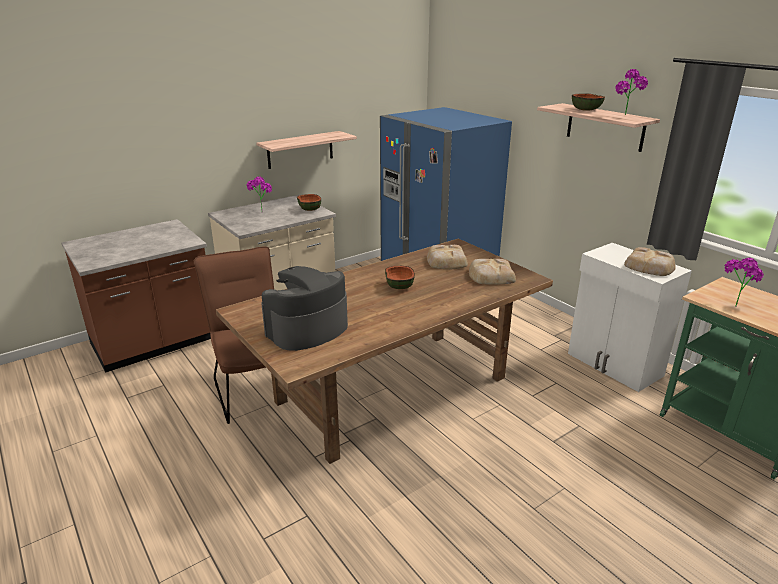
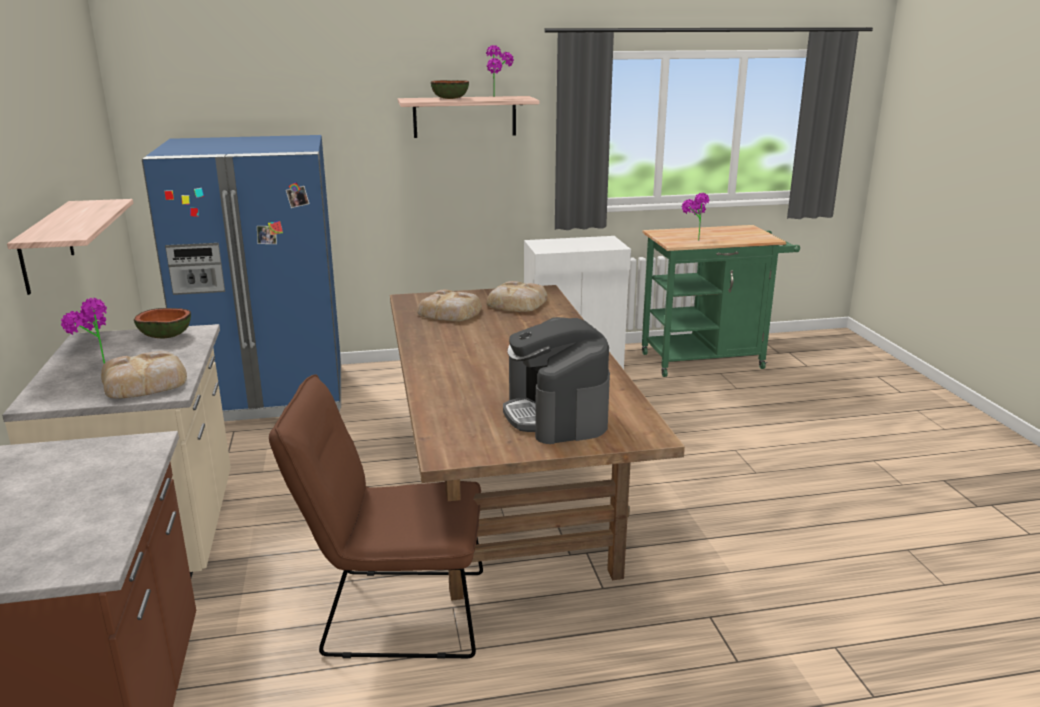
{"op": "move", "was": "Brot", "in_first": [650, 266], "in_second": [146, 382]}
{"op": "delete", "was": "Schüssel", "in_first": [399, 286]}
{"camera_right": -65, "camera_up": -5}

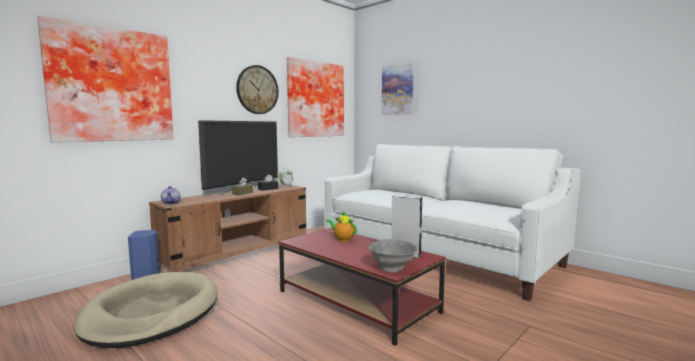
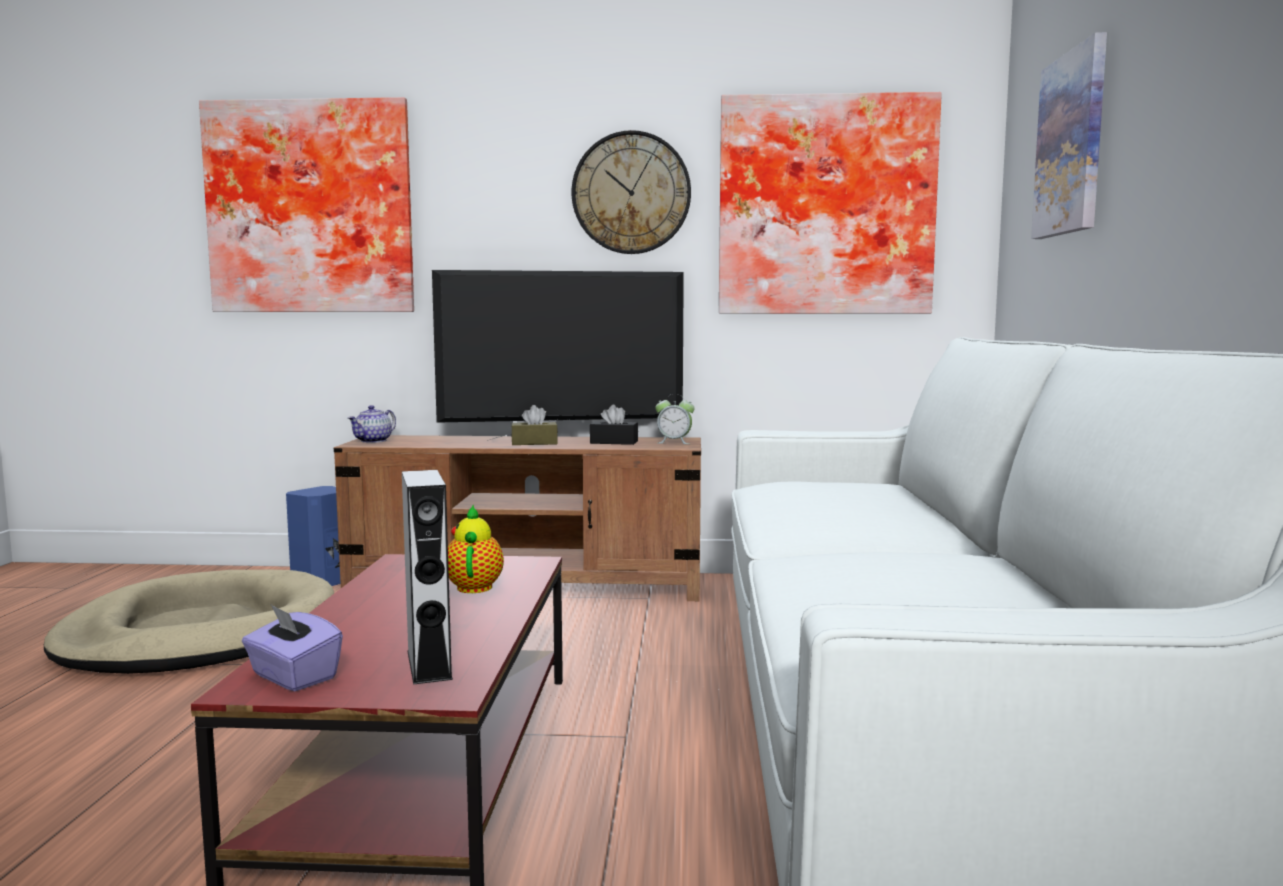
{"op": "replace", "was": "Schüssel (grau)", "now": "Taschentuchbox (lila)", "in_first": [392, 267], "in_second": [293, 677]}
{"camera_right": 50, "camera_up": 0}

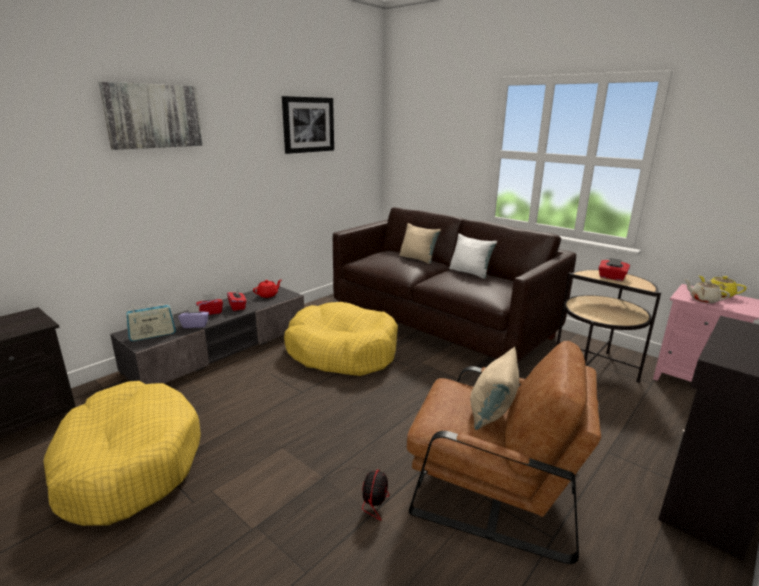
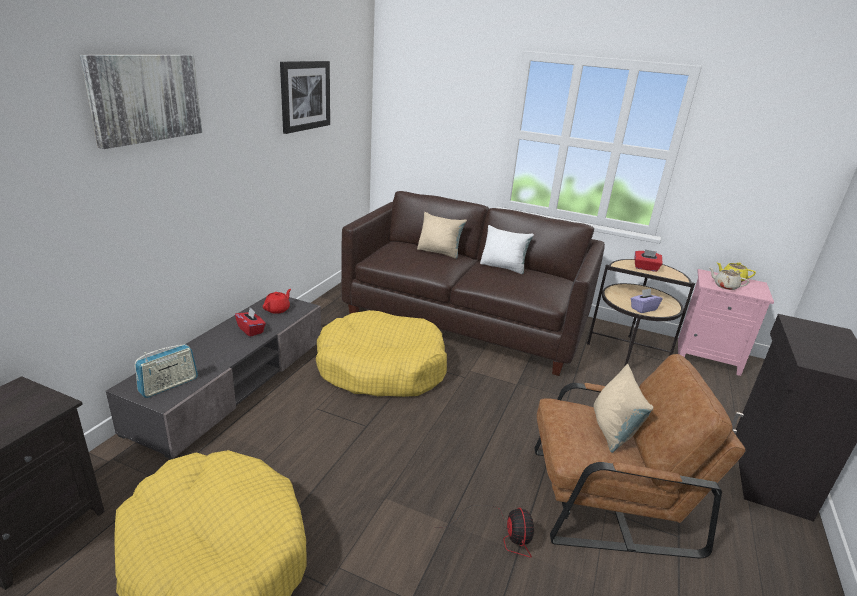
{"op": "delete", "was": "Taschentuchbox (rot)", "in_first": [210, 312]}
{"op": "move", "was": "Taschentuchbox (lila)", "in_first": [195, 325], "in_second": [643, 309]}
{"camera_right": -20, "camera_up": 5}

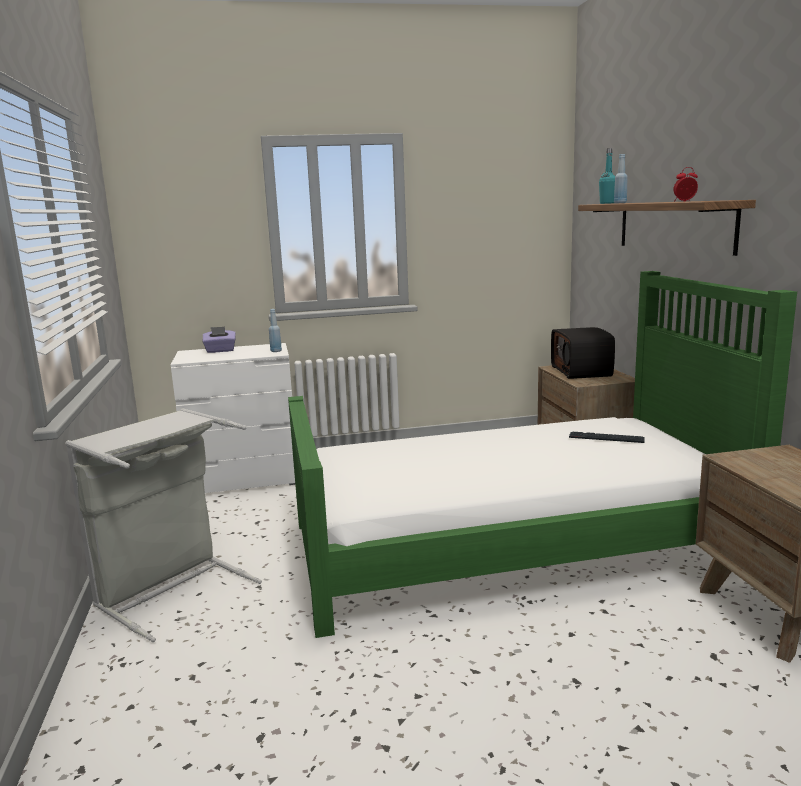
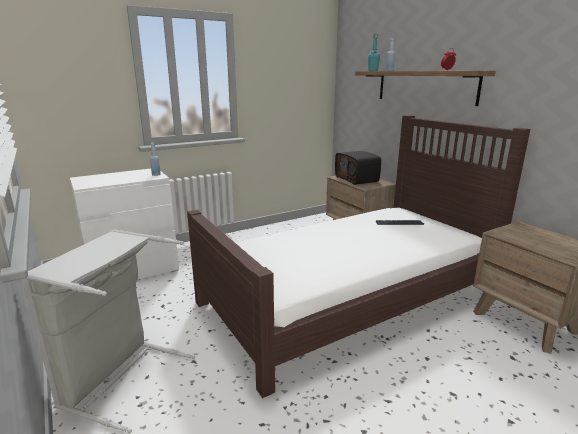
{"op": "recolor", "was": "Bett (grün)", "now": "Bett (braun)", "in_first": [513, 543], "in_second": [350, 297]}
{"op": "delete", "was": "Taschentuchbox (lila)", "in_first": [220, 351]}
{"camera_right": -20, "camera_up": 5}

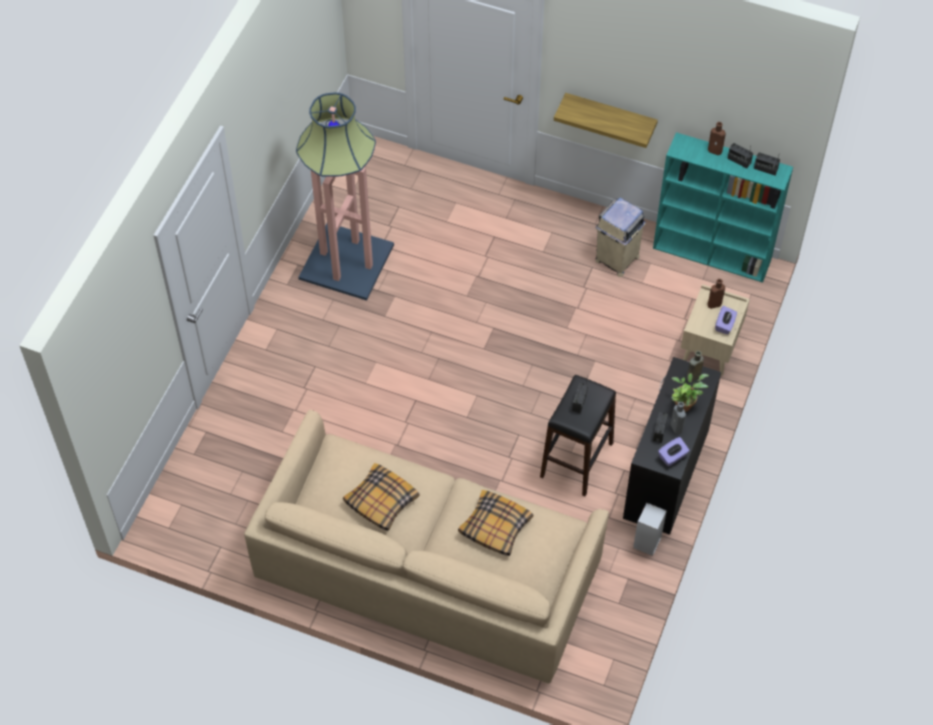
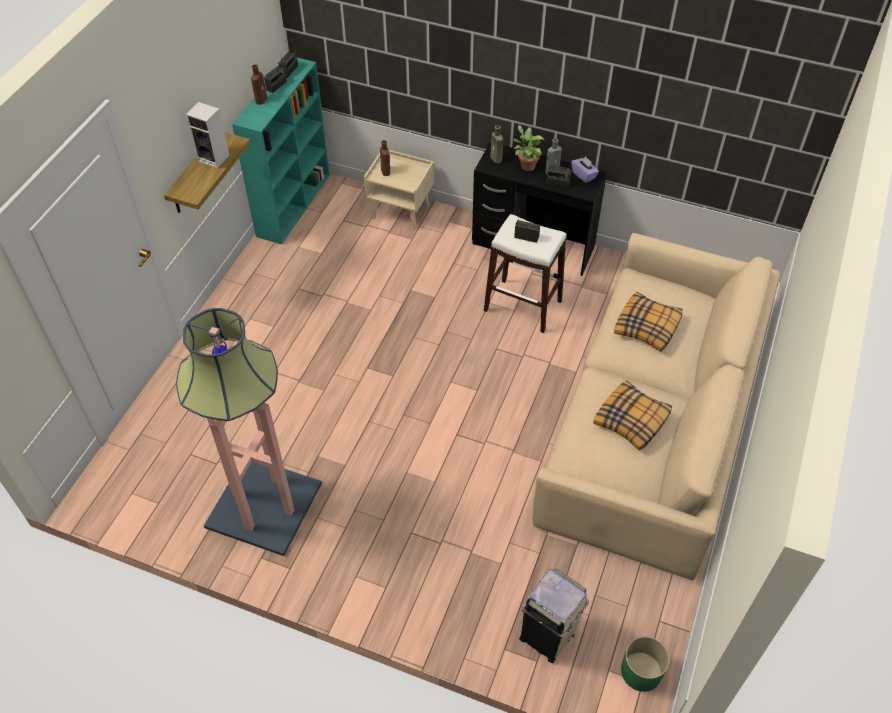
{"op": "move", "was": "Mülleimer (beige)", "in_first": [616, 259], "in_second": [548, 636]}
{"op": "delete", "was": "Taschentuchbox (lila)", "in_first": [725, 325]}
{"op": "recolor", "was": "Hocker (schwarz)", "now": "Hocker (weiß)", "in_first": [576, 459], "in_second": [522, 306]}
{"op": "move", "was": "Lautsprecher", "in_first": [647, 544], "in_second": [215, 158]}
{"op": "insert", "now": "Pflanzkübel (grün)", "in_second": [641, 671]}
{"camera_right": -90, "camera_up": -5}

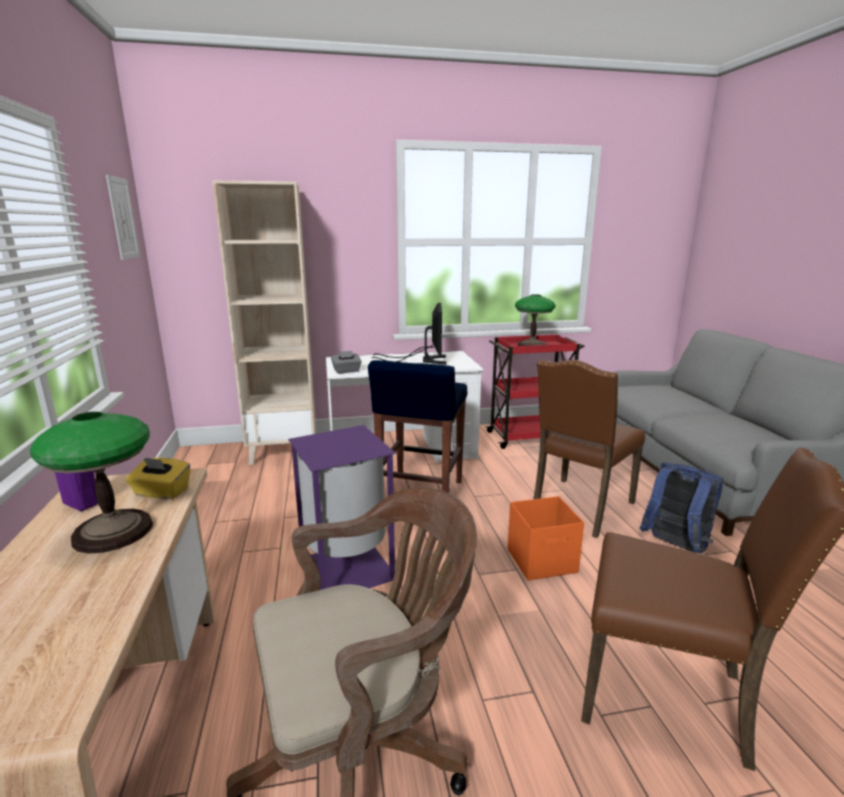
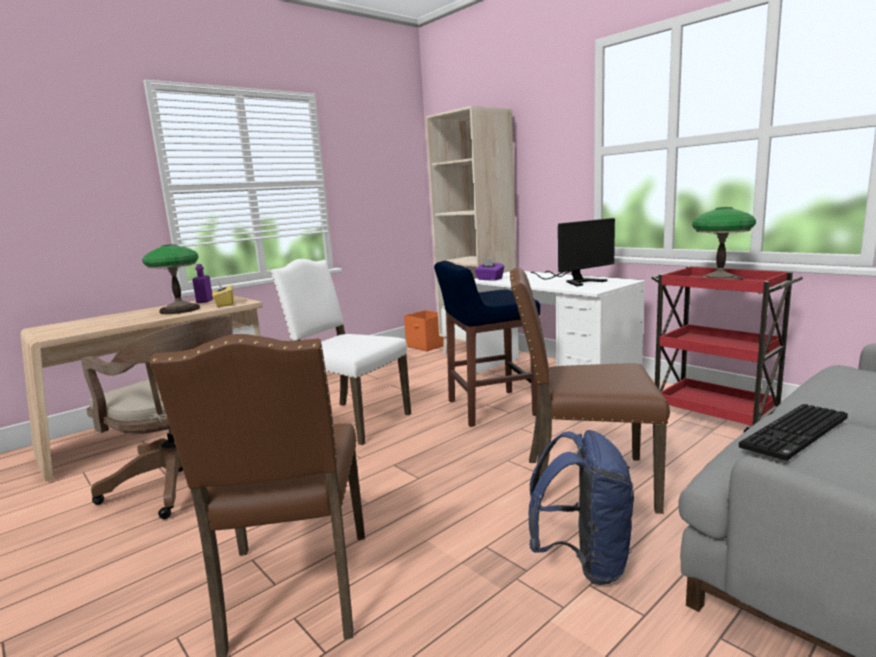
{"op": "delete", "was": "Bild", "in_first": [123, 218]}
{"op": "recolor", "was": "Taschentuchbox (grau)", "now": "Taschentuchbox (lila)", "in_first": [347, 371], "in_second": [489, 279]}
{"op": "replace", "was": "Mülleimer (lila)", "now": "Stuhl (weiß)", "in_first": [345, 568], "in_second": [351, 420]}
{"op": "move", "was": "Aufbewahrungsbox (orange)", "in_first": [542, 561], "in_second": [427, 346]}
{"op": "insert", "now": "Tastatur", "in_second": [796, 434]}
{"camera_right": 60, "camera_up": -5}

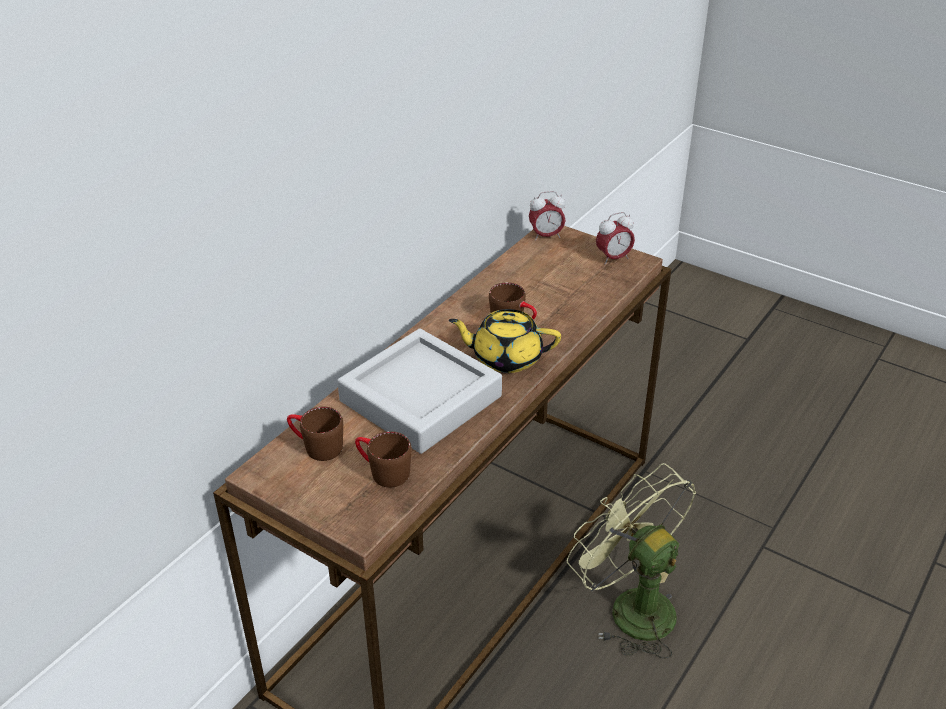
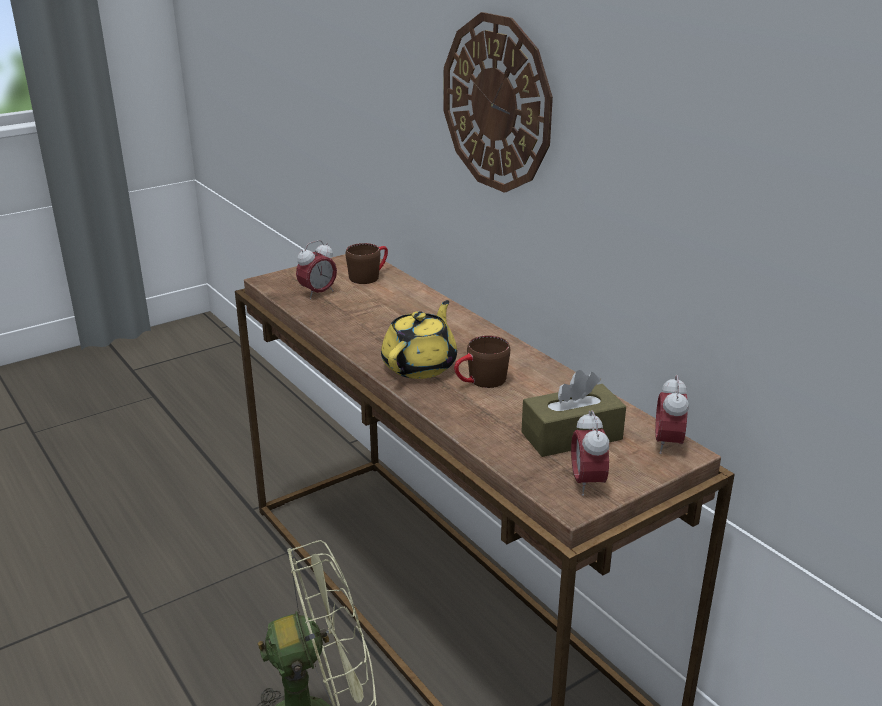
{"op": "delete", "was": "Tablett (grau)", "in_first": [420, 399]}
{"op": "replace", "was": "Henkelbecher (braun)", "now": "Wecker", "in_first": [382, 471], "in_second": [318, 293]}
{"op": "insert", "now": "Wanduhr", "in_second": [497, 104]}
{"op": "insert", "now": "Taschentuchbox (braun)", "in_second": [571, 436]}
{"camera_right": 110, "camera_up": -10}

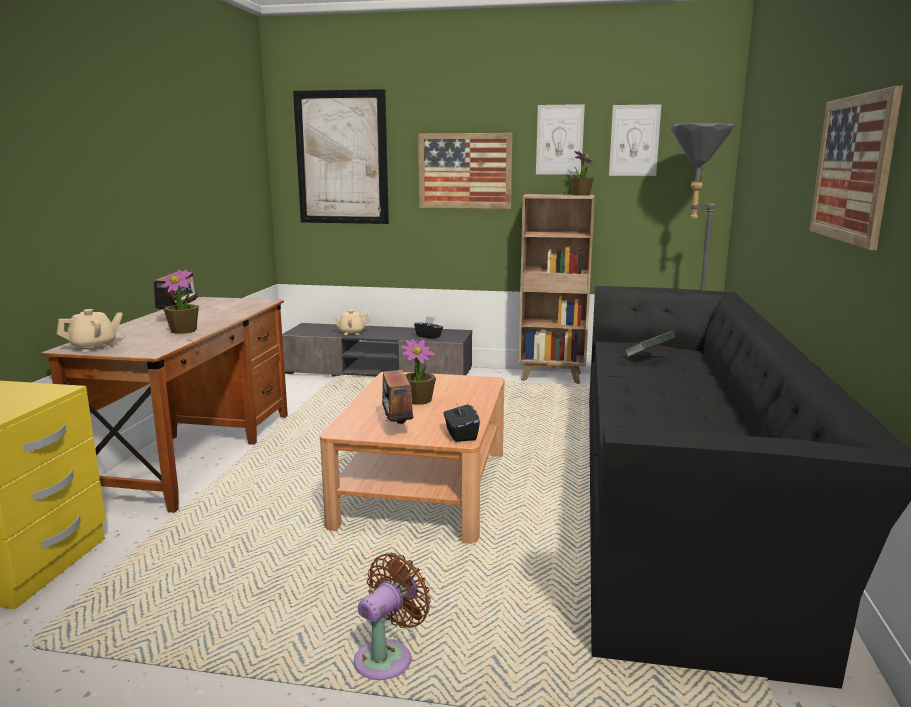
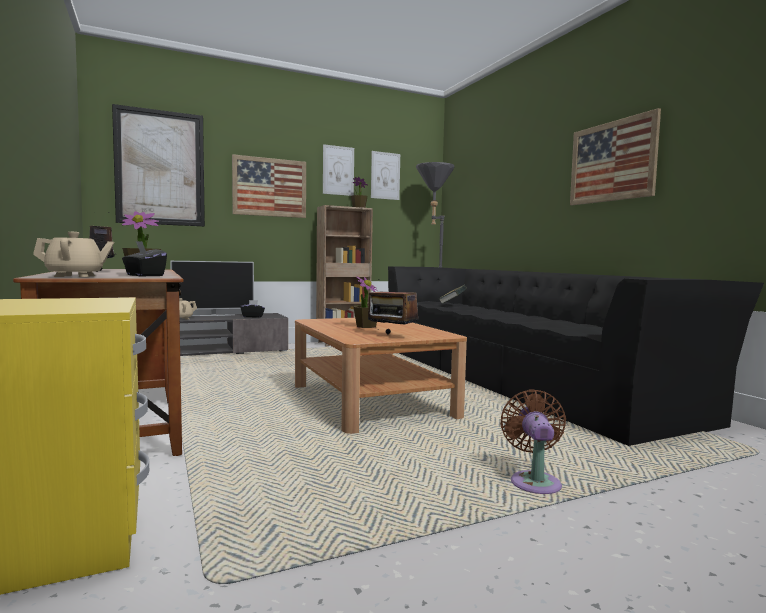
{"op": "rotate", "was": "Teekanne (beige)", "in_first": [94, 347], "in_second": [75, 276], "clockwise": 60}
{"op": "move", "was": "Taschentuchbox (schwarz)", "in_first": [460, 435], "in_second": [144, 275]}
{"op": "insert", "now": "Fernseher", "in_second": [213, 315]}
{"camera_right": -35, "camera_up": -10}

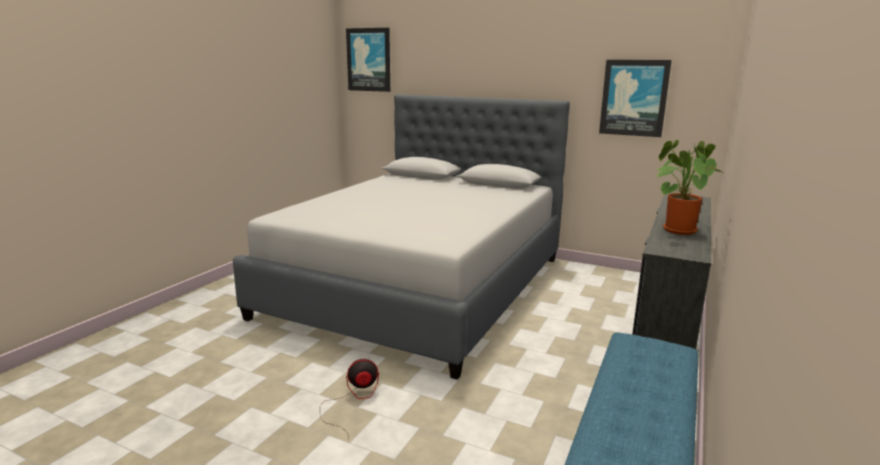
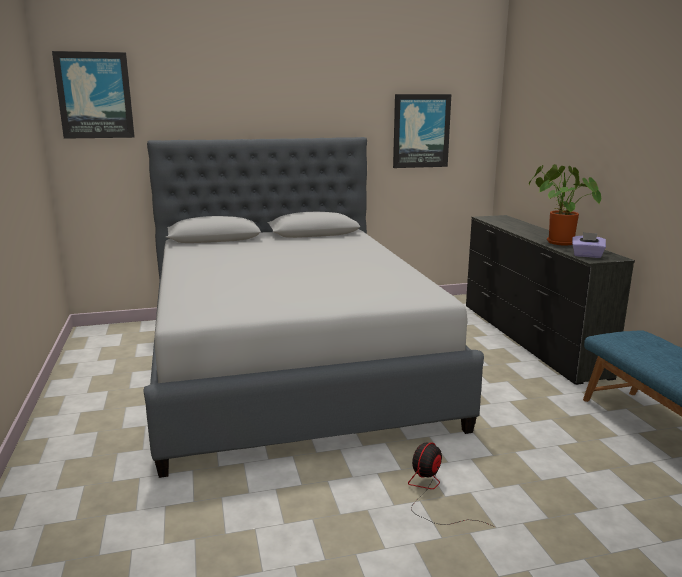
{"op": "insert", "now": "Taschentuchbox (lila)", "in_second": [587, 255]}
{"camera_right": -40, "camera_up": 0}

